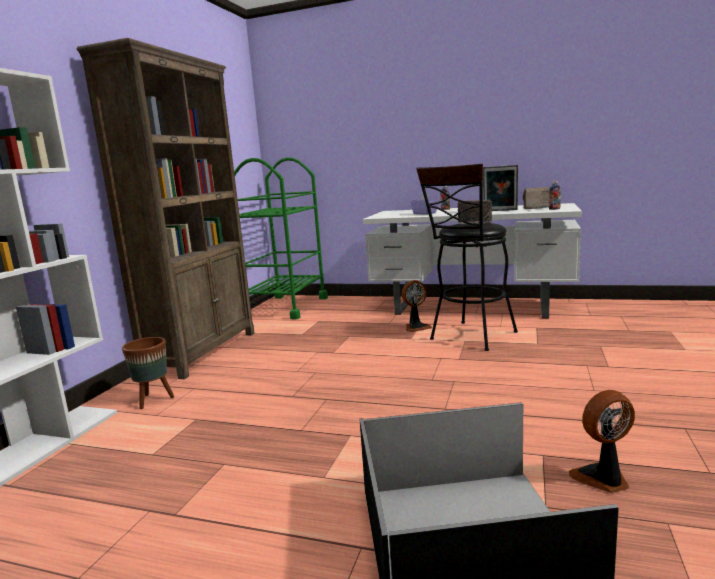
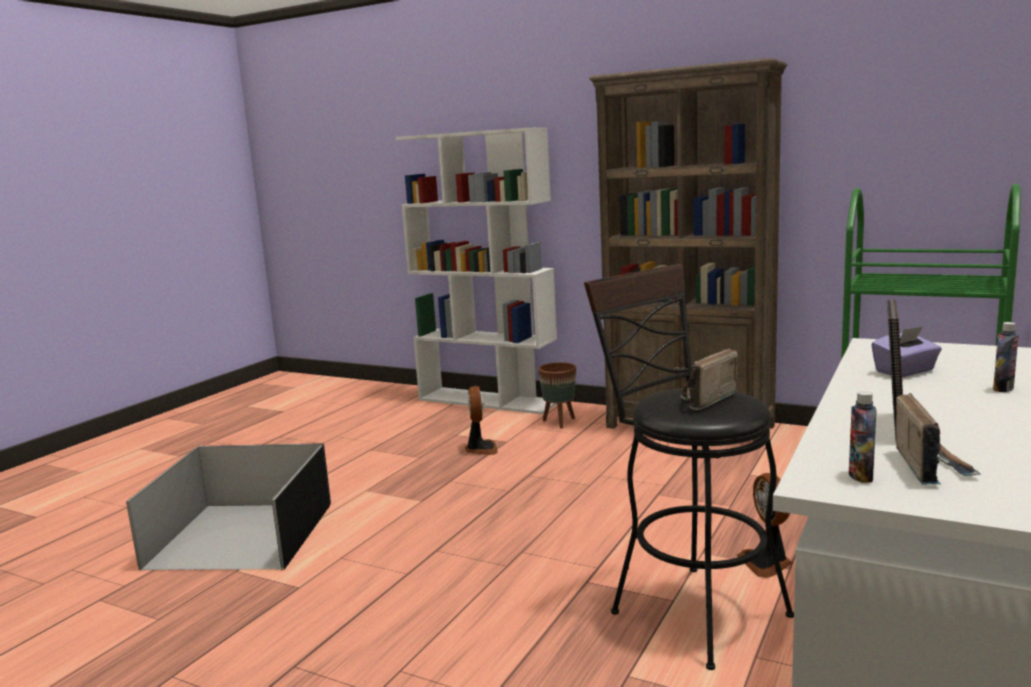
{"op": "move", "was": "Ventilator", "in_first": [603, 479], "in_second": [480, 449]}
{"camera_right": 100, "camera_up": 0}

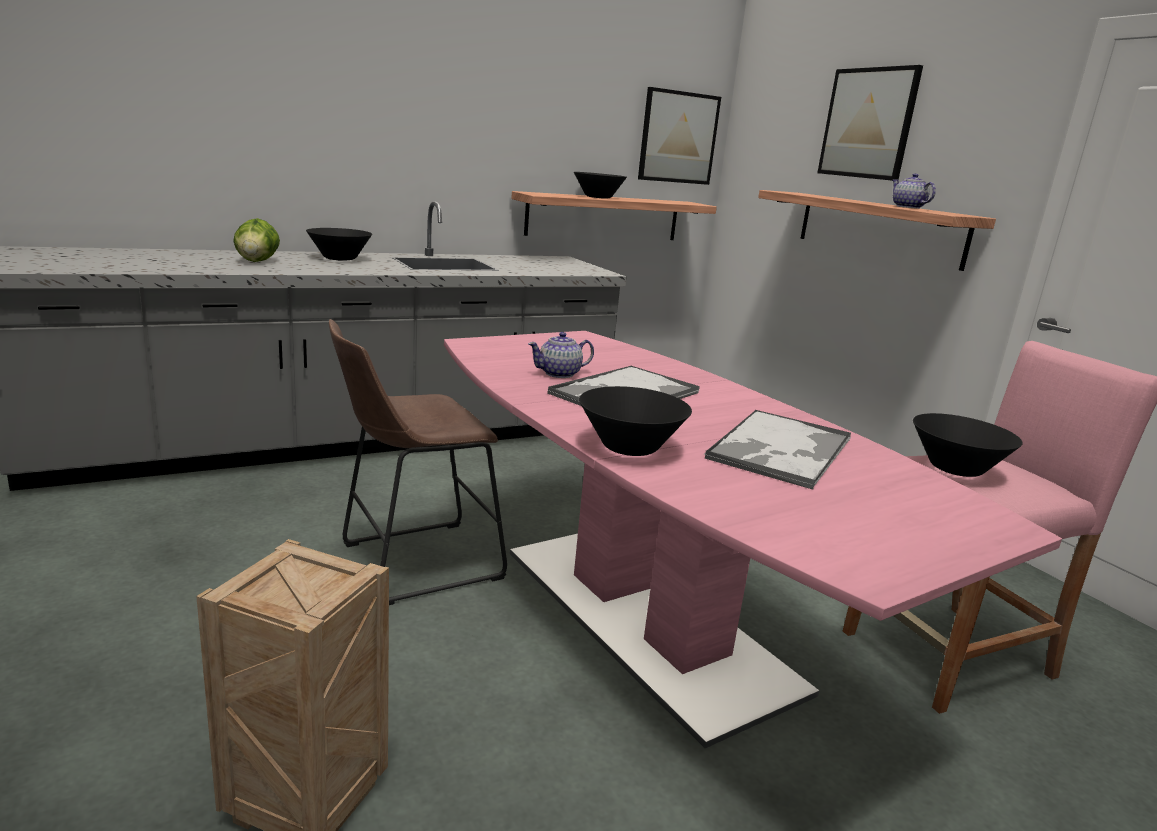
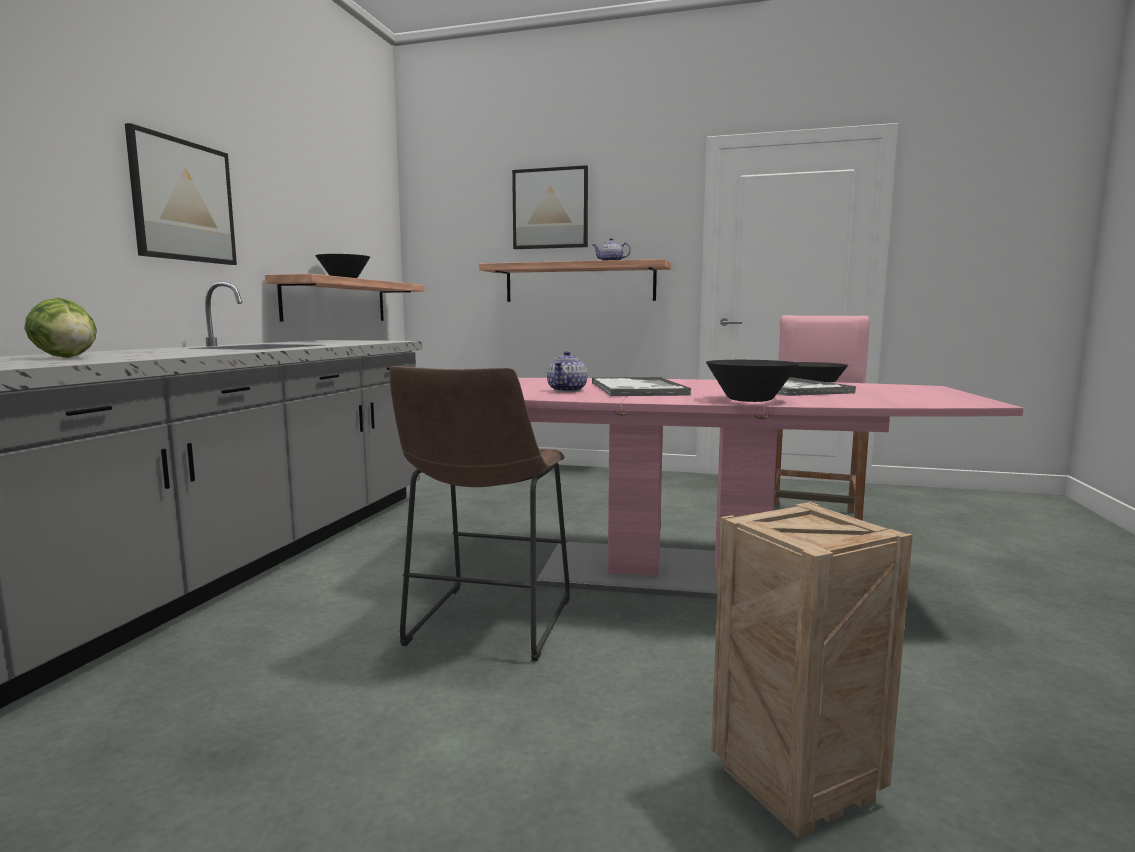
{"op": "move", "was": "Bild", "in_first": [678, 137], "in_second": [183, 201]}
{"op": "delete", "was": "Schüssel (schwarz)", "in_first": [339, 258]}
{"camera_right": -45, "camera_up": -10}

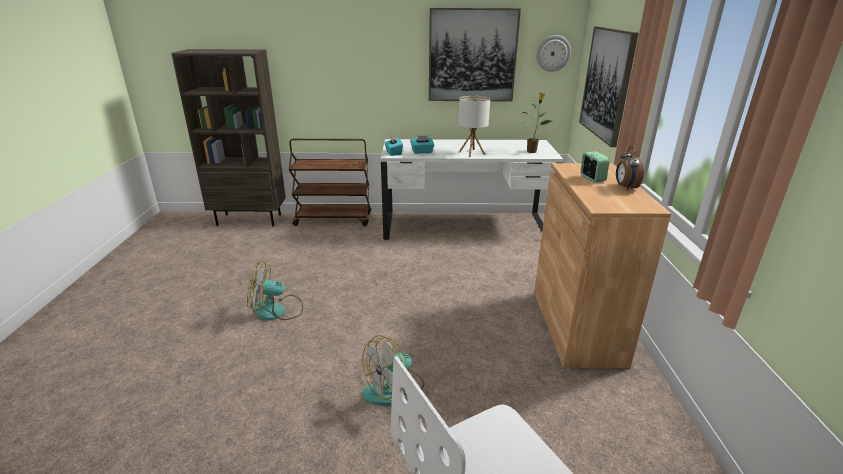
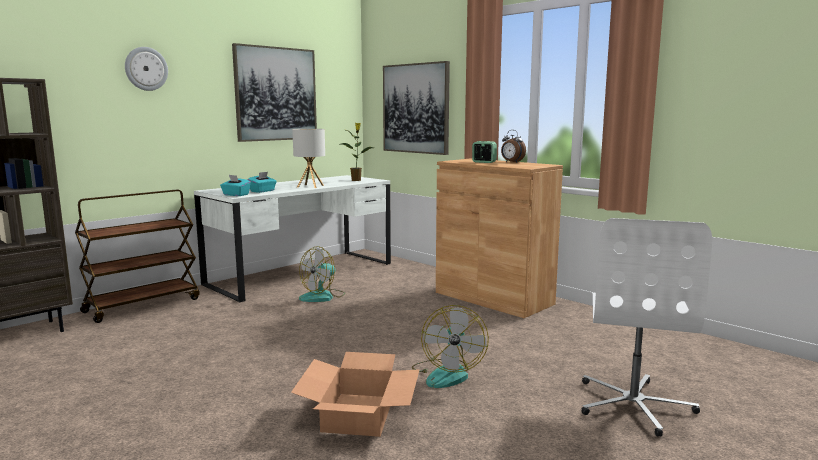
{"op": "move", "was": "Wanduhr", "in_first": [553, 53], "in_second": [146, 69]}
{"op": "move", "was": "Ventilator", "in_first": [277, 311], "in_second": [323, 296]}
{"op": "insert", "now": "Karton", "in_second": [359, 414]}
{"camera_right": -45, "camera_up": -15}

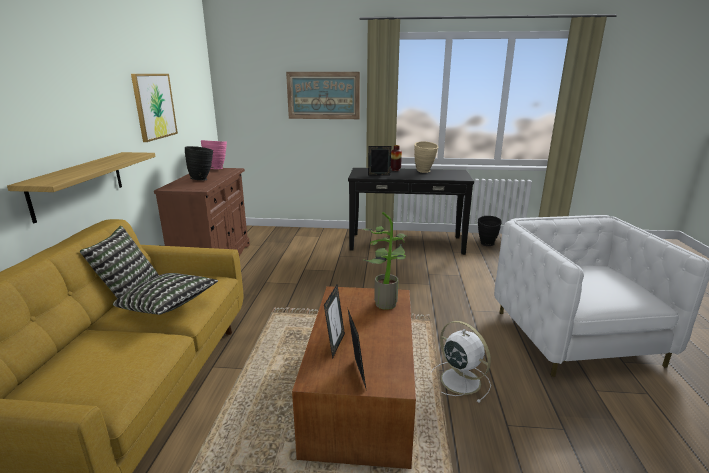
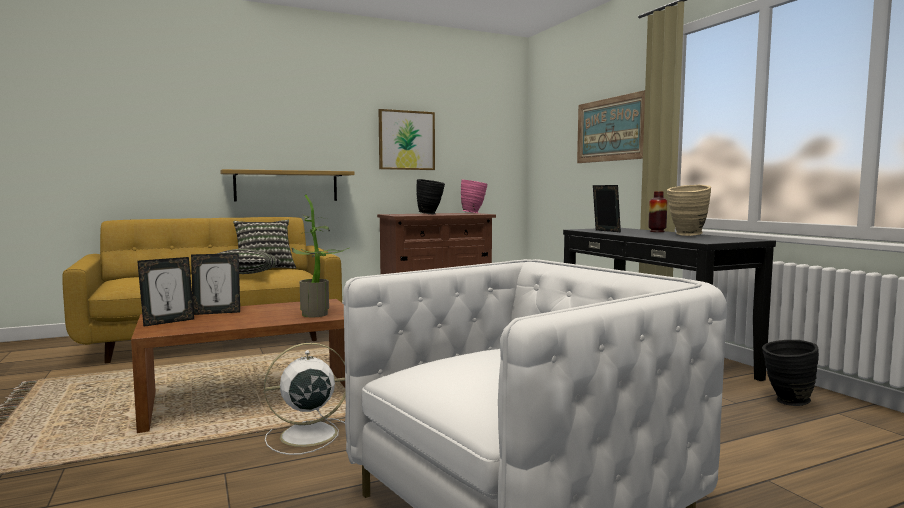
{"op": "rotate", "was": "Ventilator (weiß)", "in_first": [459, 380], "in_second": [306, 435], "clockwise": -135}
{"camera_right": 60, "camera_up": -15}

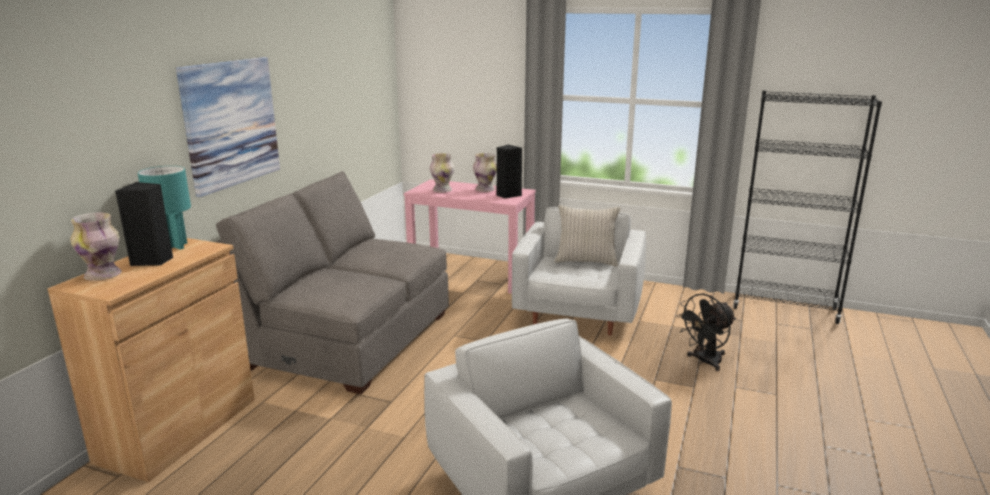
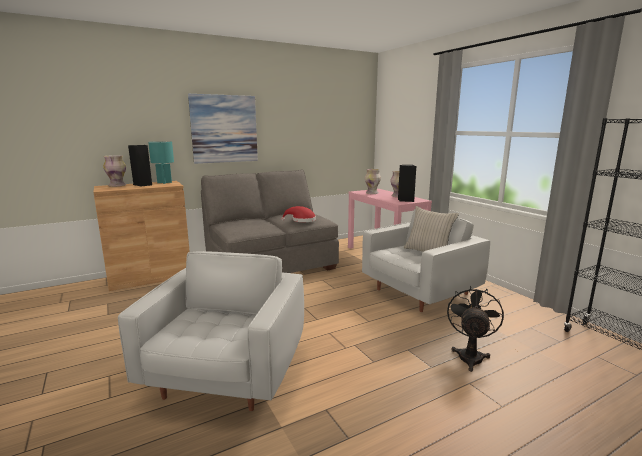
{"op": "rotate", "was": "Ventilator (schwarz)", "in_first": [704, 362], "in_second": [470, 355], "clockwise": 105}
{"op": "insert", "now": "Hut (rot)", "in_second": [301, 220]}
{"camera_right": 40, "camera_up": -5}

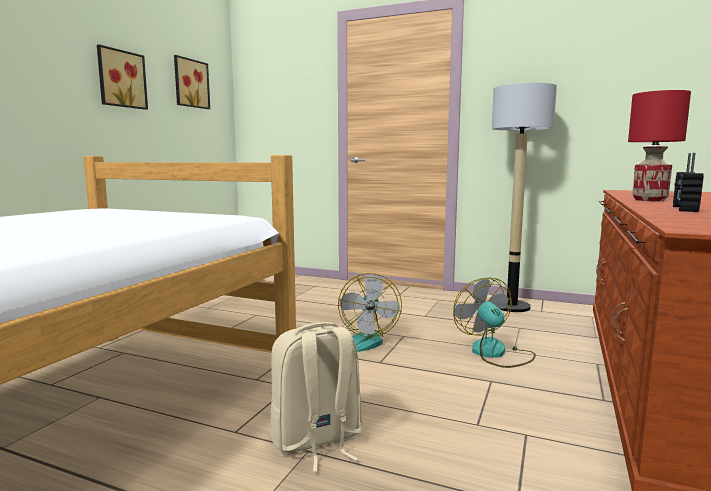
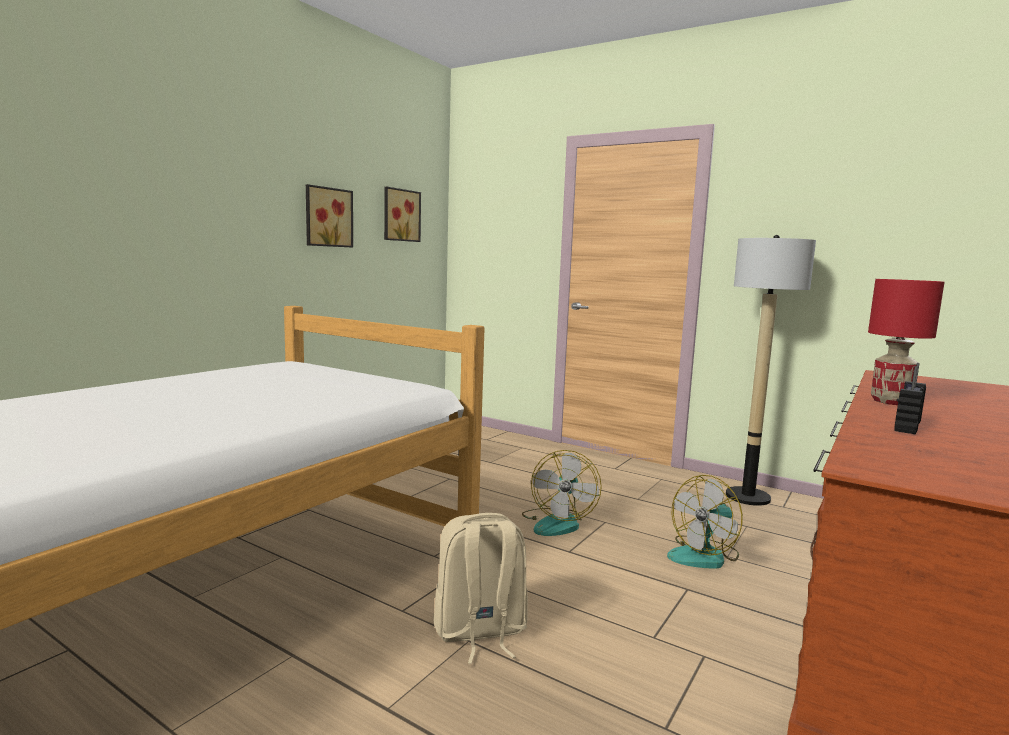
{"op": "rotate", "was": "Ventilator", "in_first": [495, 353], "in_second": [704, 555], "clockwise": -120}
{"camera_right": 10, "camera_up": 0}

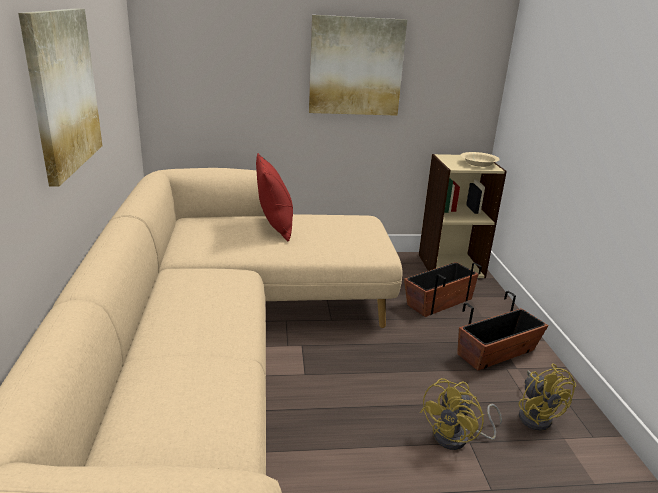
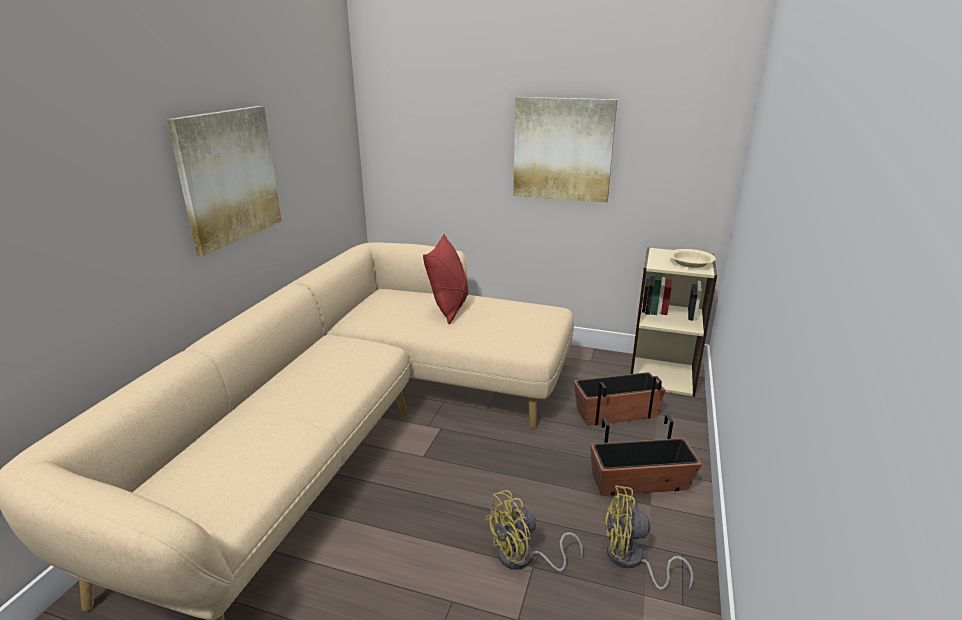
{"op": "rotate", "was": "Ventilator (gelb)", "in_first": [536, 415], "in_second": [631, 561], "clockwise": 90}
{"camera_right": 25, "camera_up": 0}

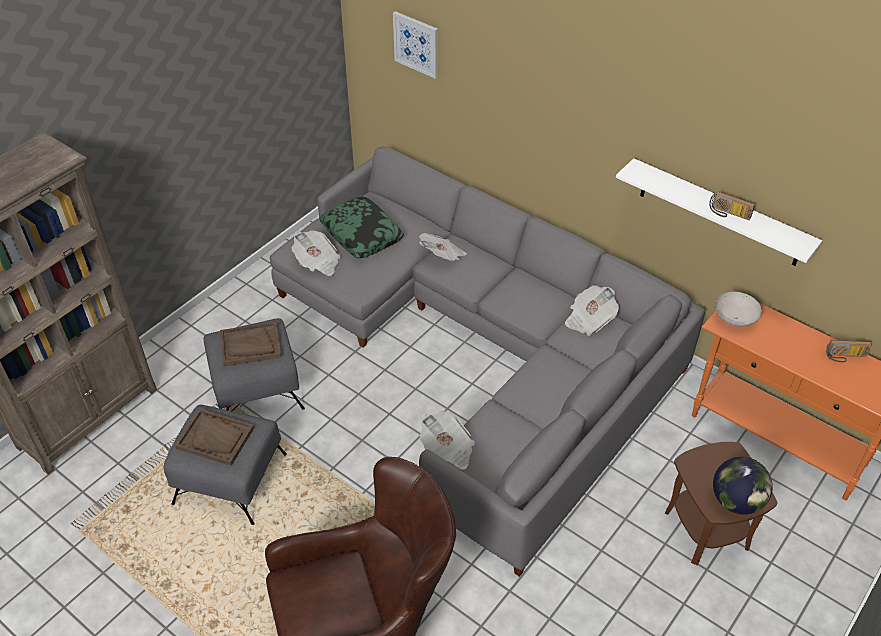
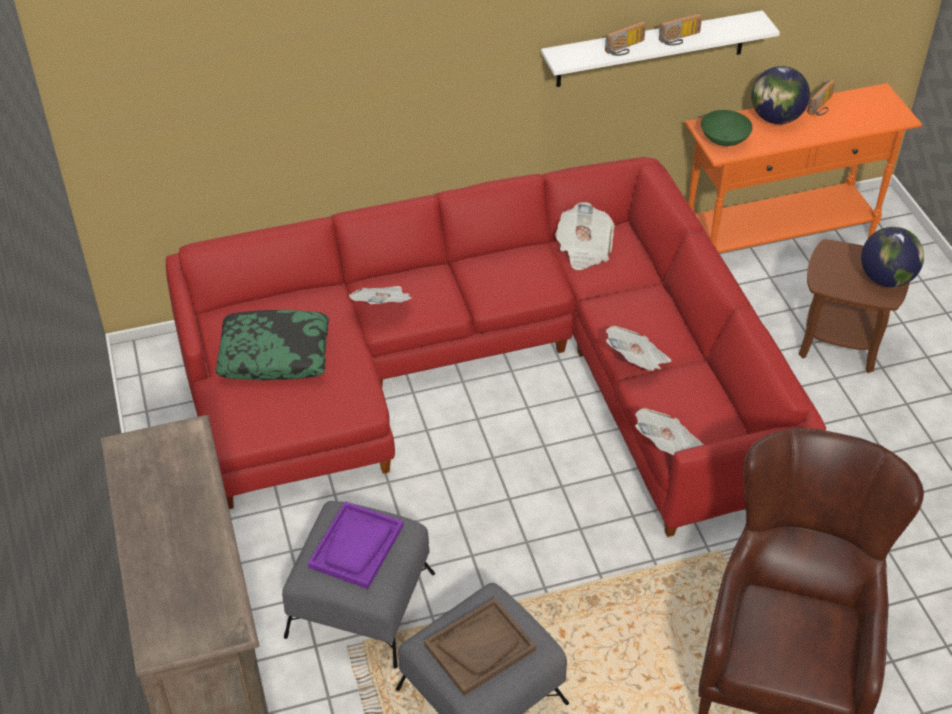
{"op": "delete", "was": "Bild", "in_first": [416, 44]}
{"op": "recolor", "was": "Sofa (grau)", "now": "Sofa (rot)", "in_first": [483, 350], "in_second": [489, 373]}
{"op": "move", "was": "Zeitung", "in_first": [317, 262], "in_second": [637, 361]}
{"op": "recolor", "was": "Schüssel (weiß)", "now": "Schüssel (grün)", "in_first": [735, 319], "in_second": [724, 140]}
{"op": "recolor", "was": "Tablett (braun)", "now": "Tablett (lila)", "in_first": [250, 345], "in_second": [356, 547]}
{"op": "insert", "now": "Radio", "in_second": [625, 48]}
{"op": "insert", "now": "Globus", "in_second": [776, 118]}
{"camera_right": -55, "camera_up": 0}

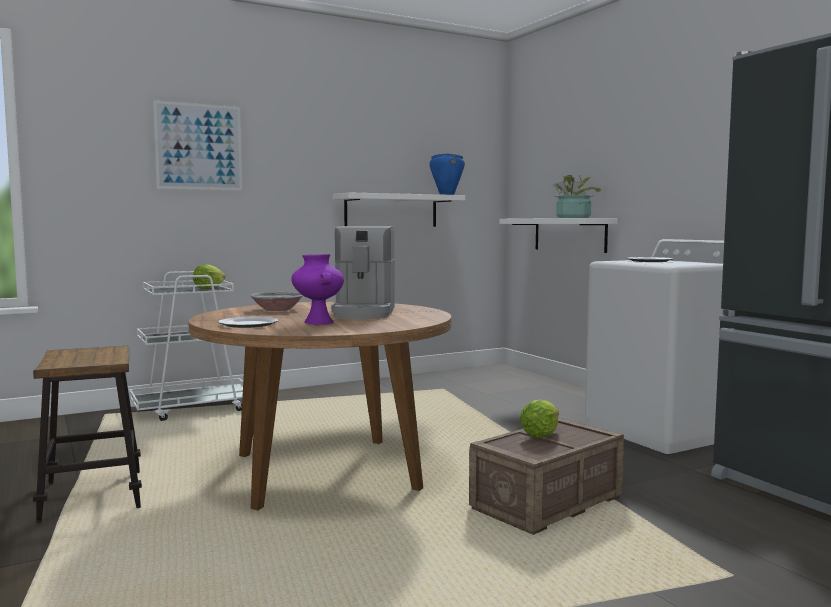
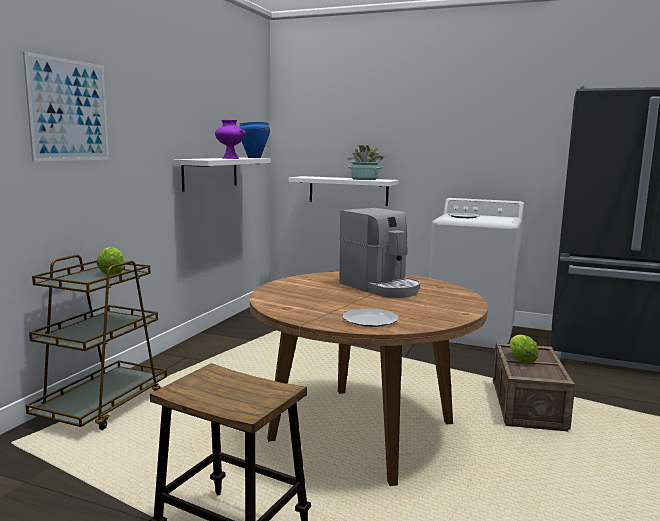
{"op": "move", "was": "Vase (lila)", "in_first": [317, 322], "in_second": [229, 158]}
{"op": "recolor", "was": "Rollwagen (weiß)", "now": "Rollwagen (braun)", "in_first": [193, 409], "in_second": [103, 406]}
{"op": "delete", "was": "Schüssel", "in_first": [276, 309]}
{"camera_right": -40, "camera_up": 5}

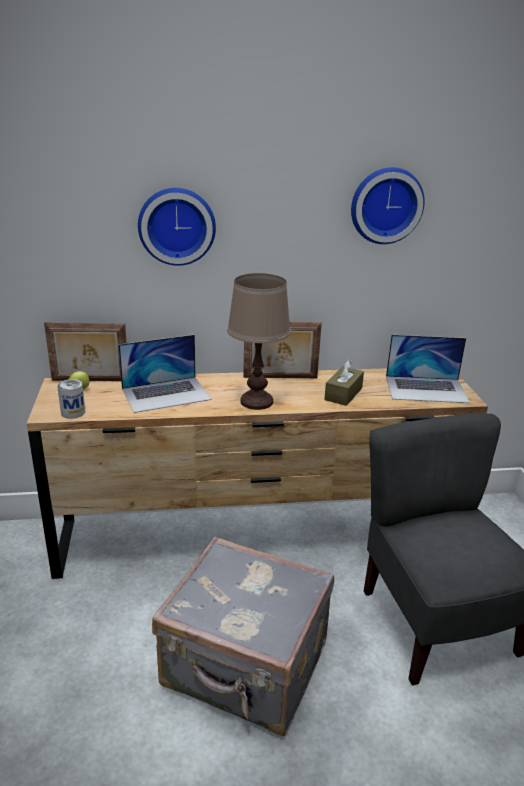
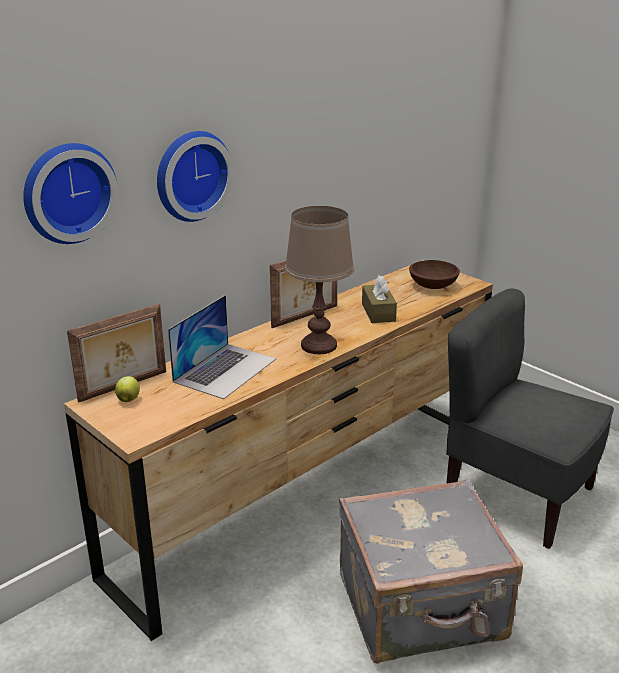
{"op": "move", "was": "Wanduhr", "in_first": [385, 205], "in_second": [67, 192]}
{"op": "replace", "was": "Laptop", "now": "Schüssel (braun)", "in_first": [426, 389], "in_second": [433, 285]}
{"op": "delete", "was": "Dose", "in_first": [73, 412]}
{"camera_right": -35, "camera_up": 0}

